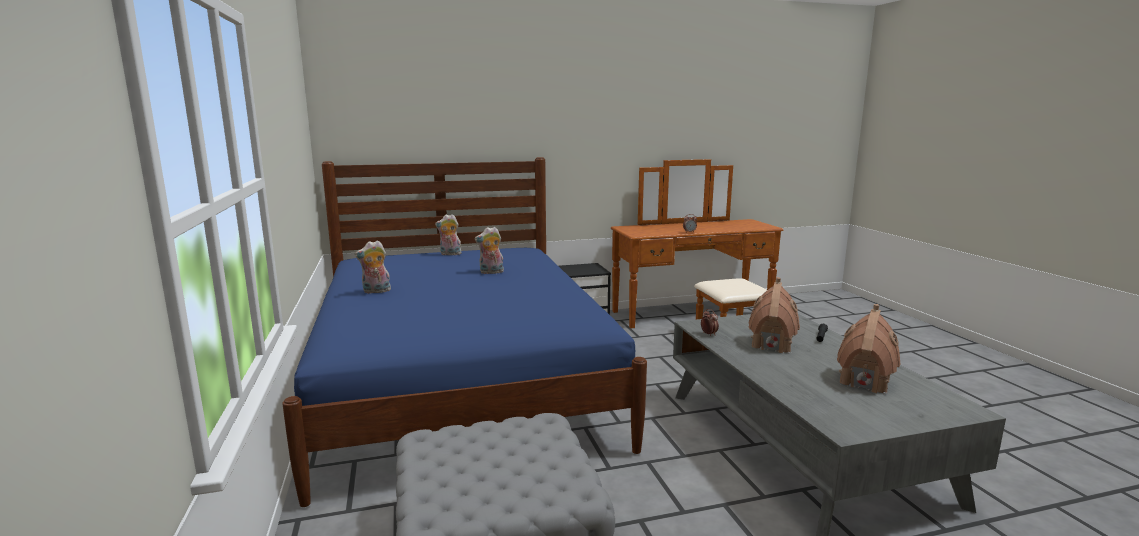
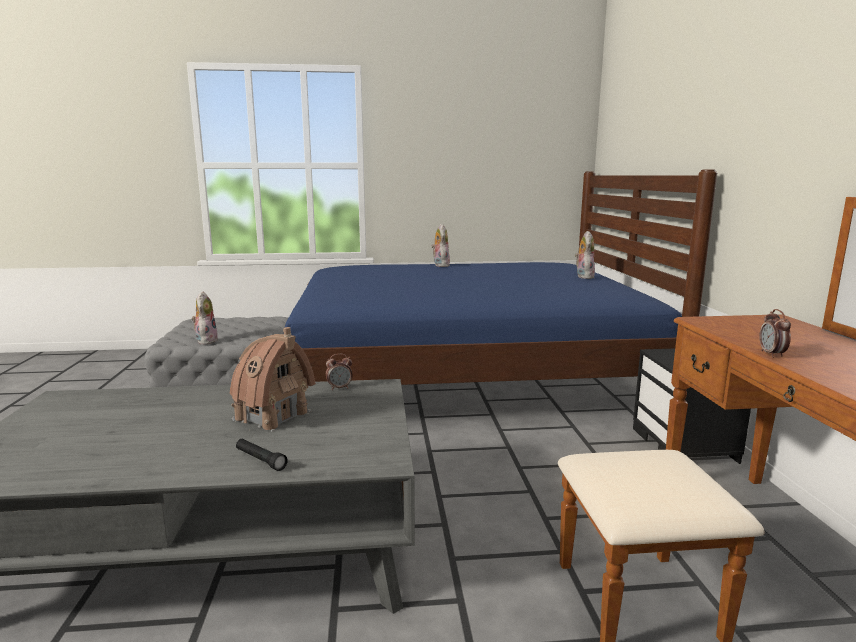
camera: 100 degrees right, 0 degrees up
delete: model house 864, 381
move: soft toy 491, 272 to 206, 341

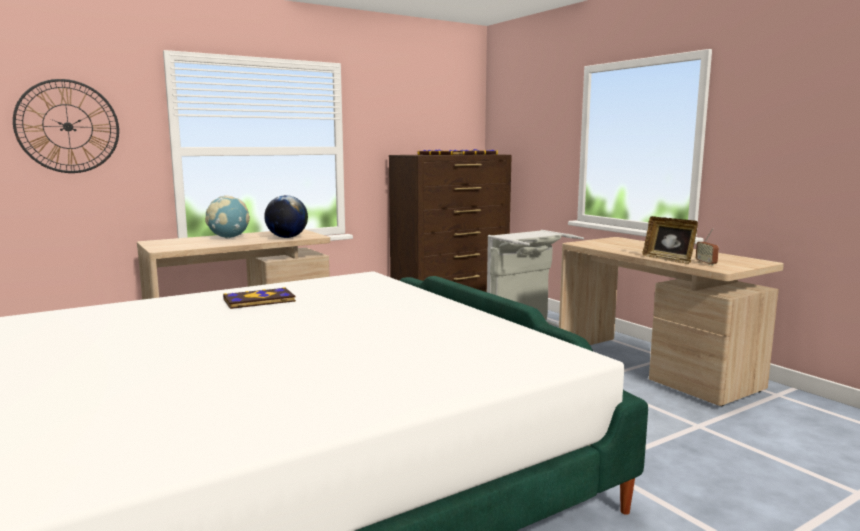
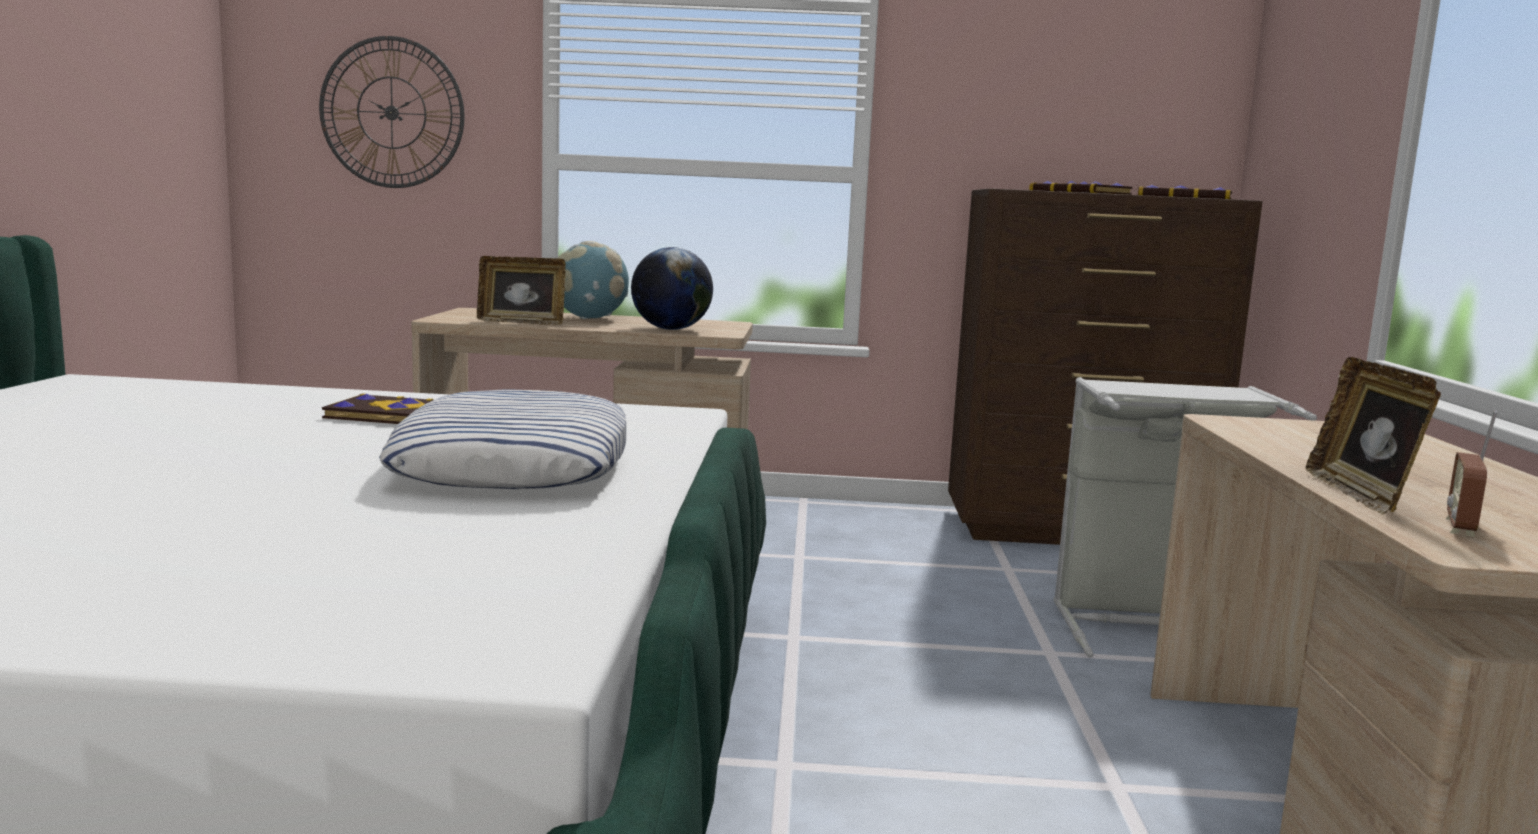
camera: 35 degrees right, 0 degrees up
insert: photo frame 521, 322; cushion 514, 462

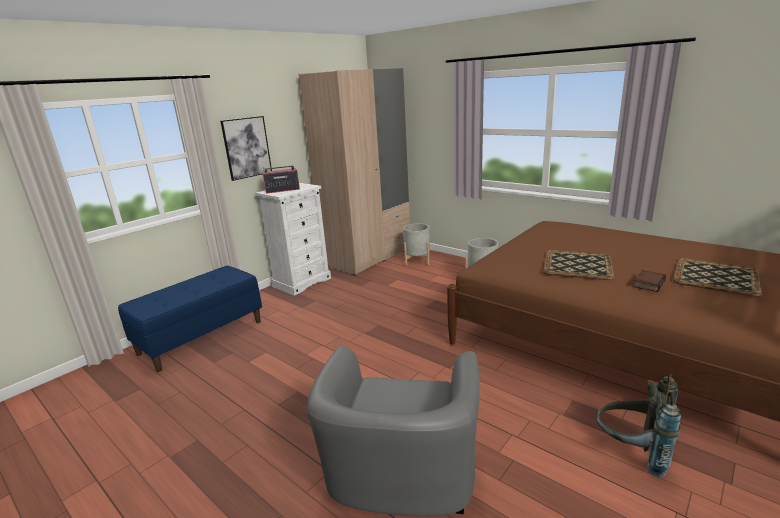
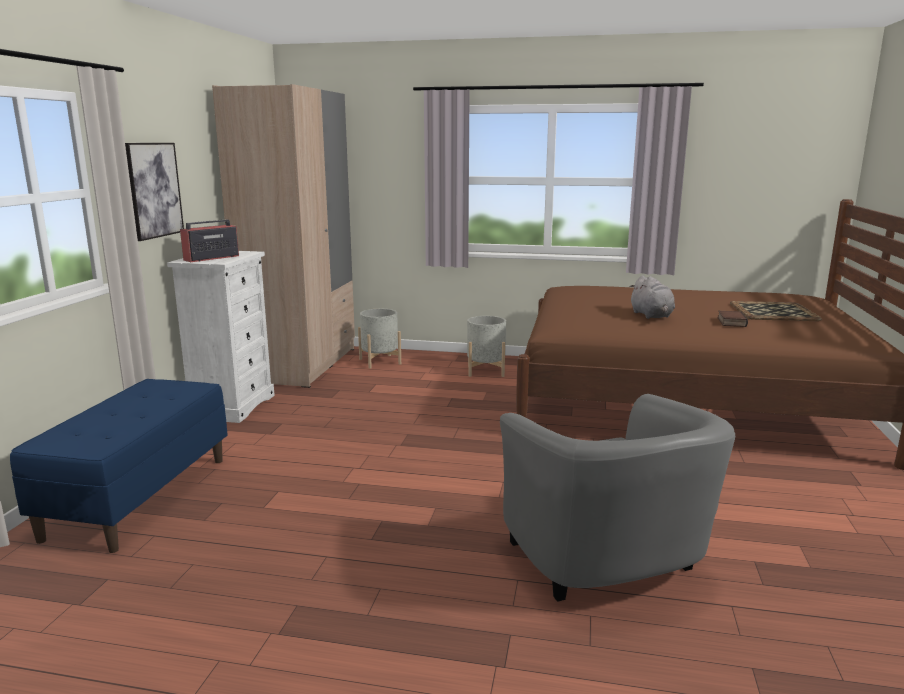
camera: 30 degrees left, 5 degrees down
delete: grey knapsack 631, 452
replace: carrying tray 578, 265 to grey soft toy 652, 316

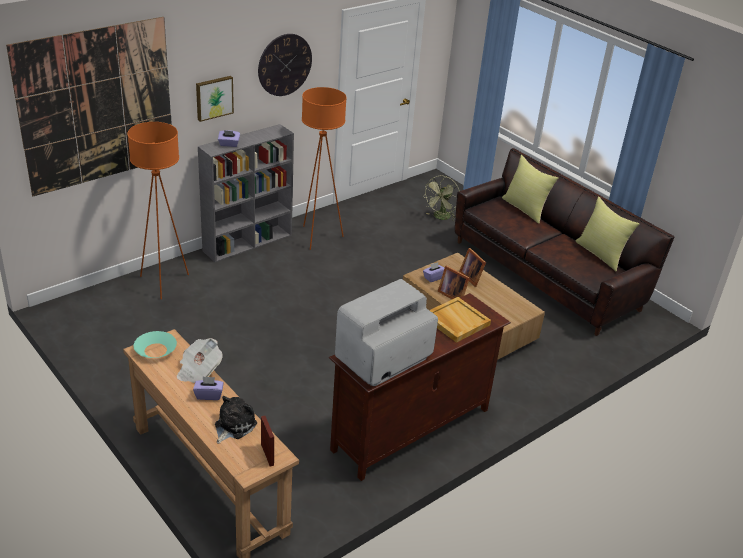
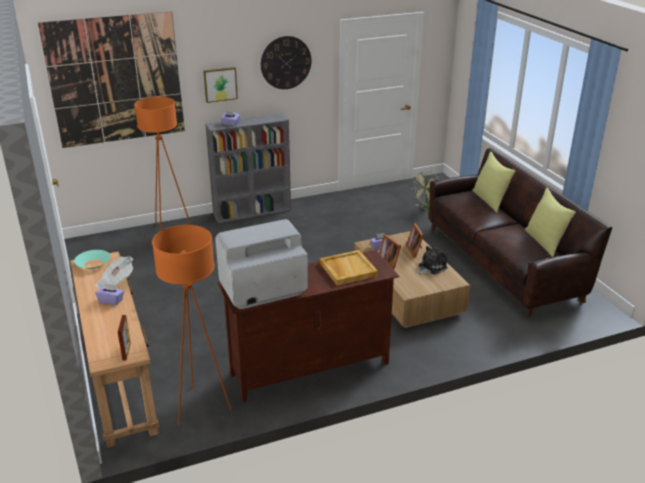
camera: 20 degrees right, 5 degrees down
move: orange-coloured floor lamp 318, 237 to 200, 406; soft toy 233, 426 to 431, 267

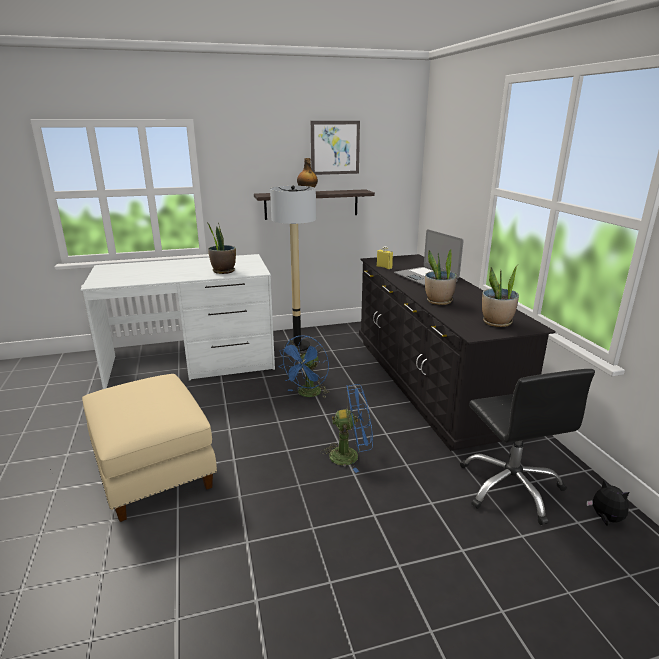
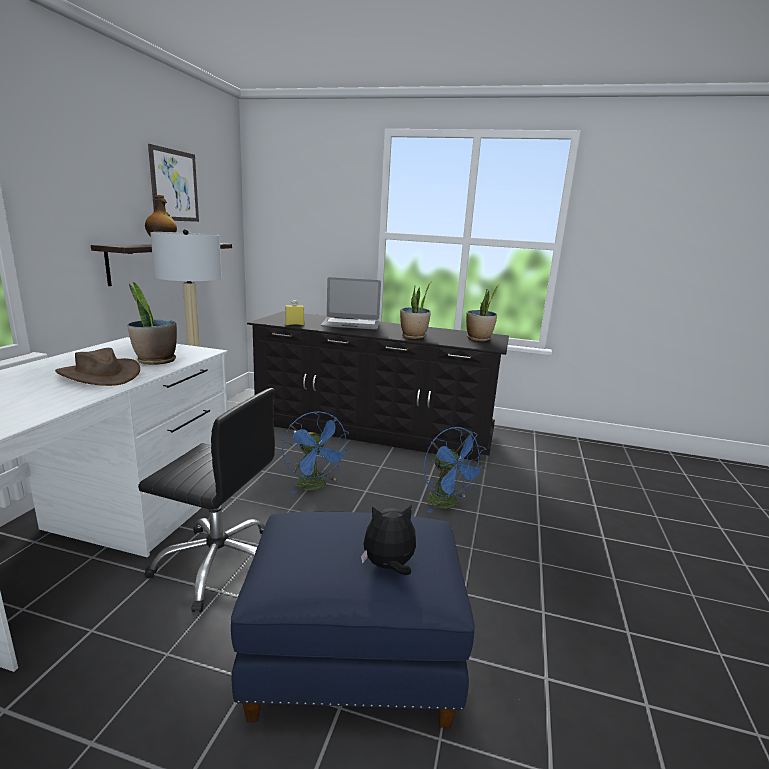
camera: 60 degrees left, 5 degrees down
insert: brownish hat 99, 375
move: blackish computer chair 511, 487 to 219, 563; soft toy 605, 519 to 388, 567
recolor: beige-coloured footrest 152, 470 to blue footrest 352, 660
rotate: blue cooling fan 350, 455 = 448, 504 120 degrees clockwise

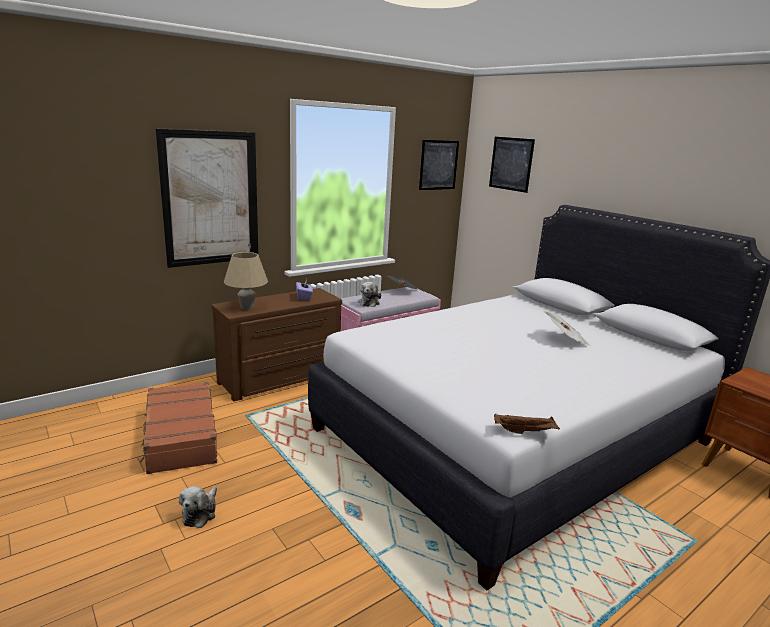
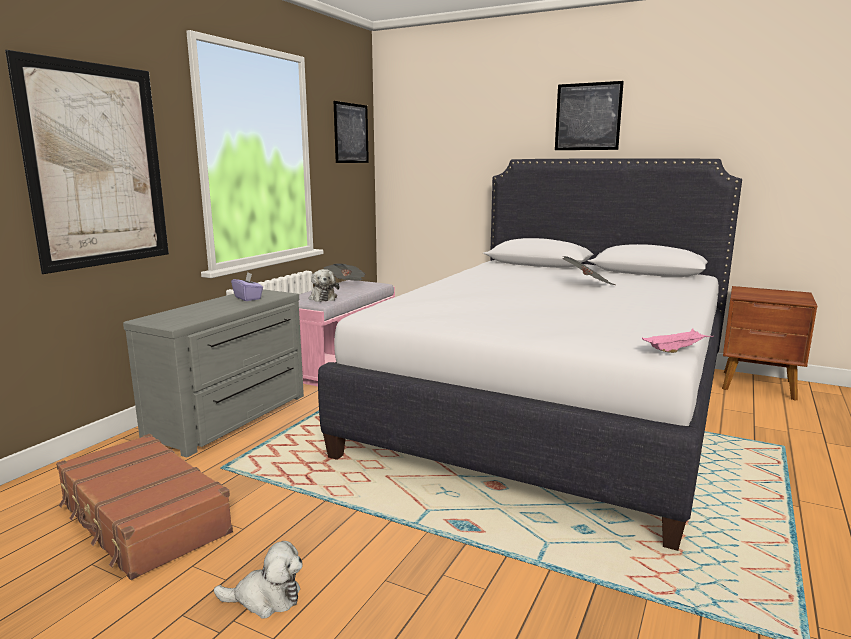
camera: 25 degrees left, 5 degrees down
delete: beige-coloured tabletop lamp 247, 307
move: picture 511, 164 to 588, 116
recolor: brownish dresser 281, 379 to grey dresser 232, 418; brownish carrying tray 525, 431 to pink carrying tray 675, 350
rotate: soft toy 200, 513 = 266, 598 75 degrees counterclockwise

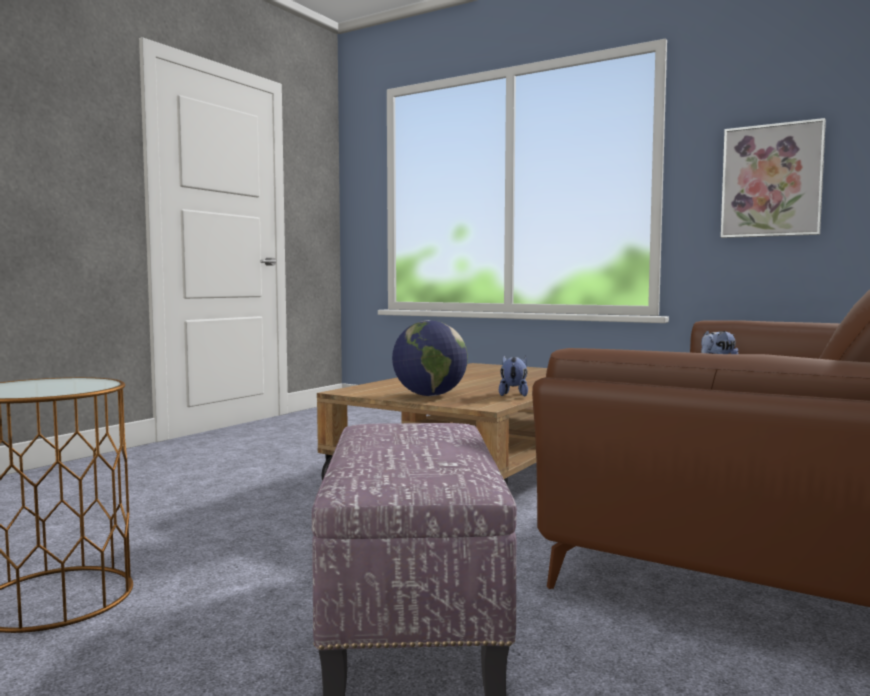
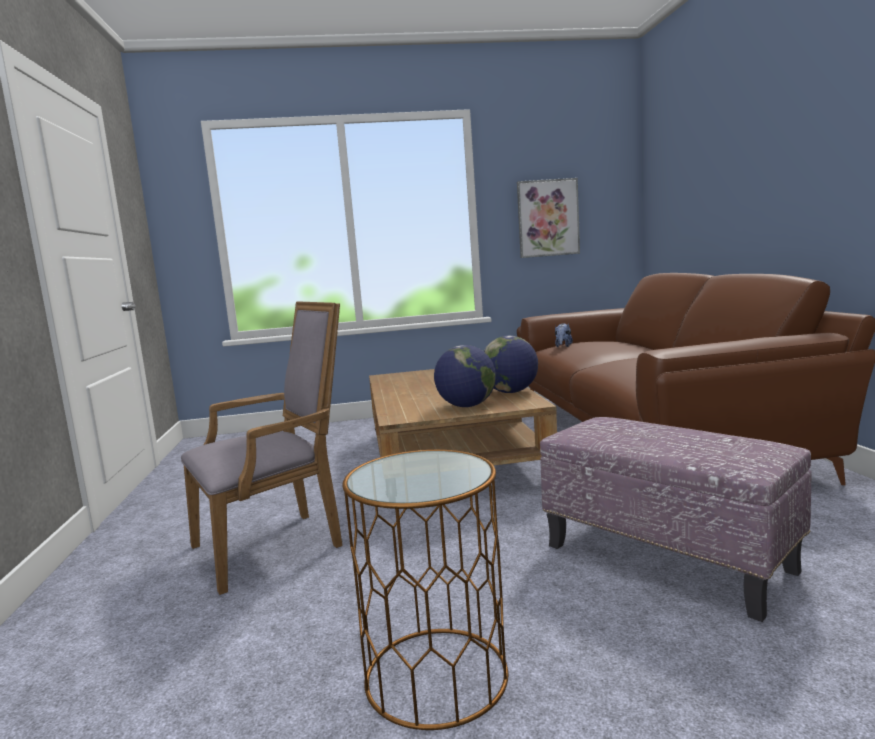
camera: 40 degrees left, 5 degrees up
insert: grey lounge chair 277, 544
replace: soft toy 513, 395 to desk globe 510, 392

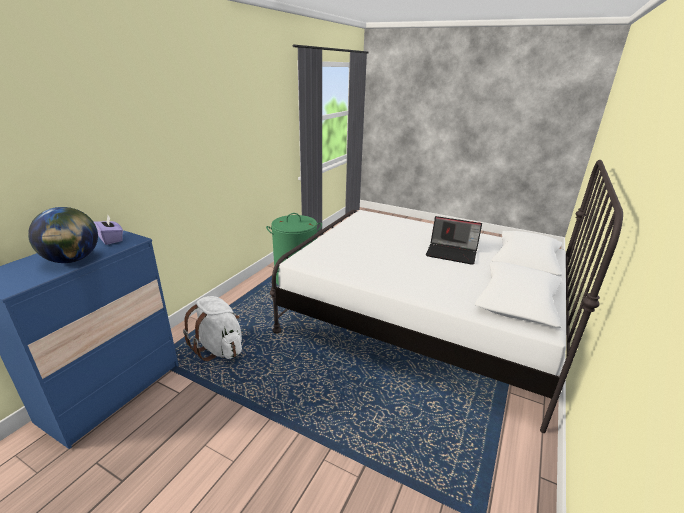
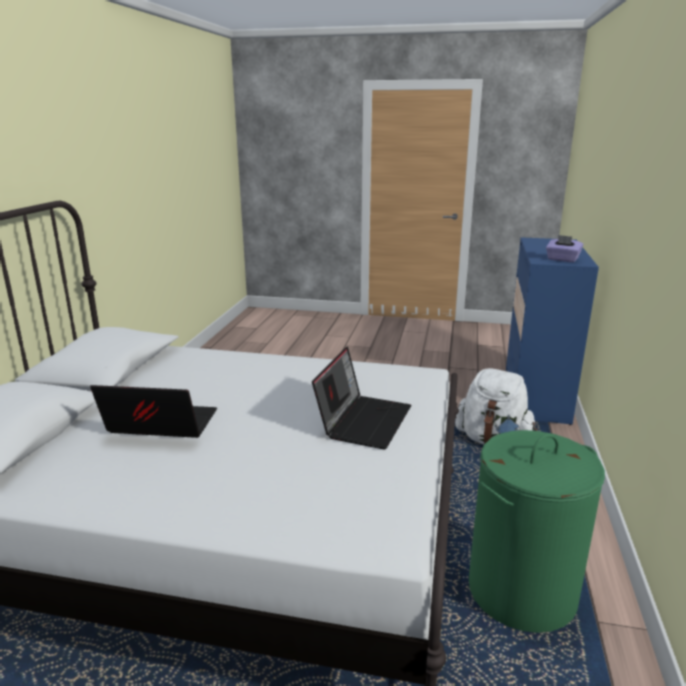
camera: 165 degrees right, 5 degrees down
delete: desk globe 73, 260
insert: portable computer 363, 420

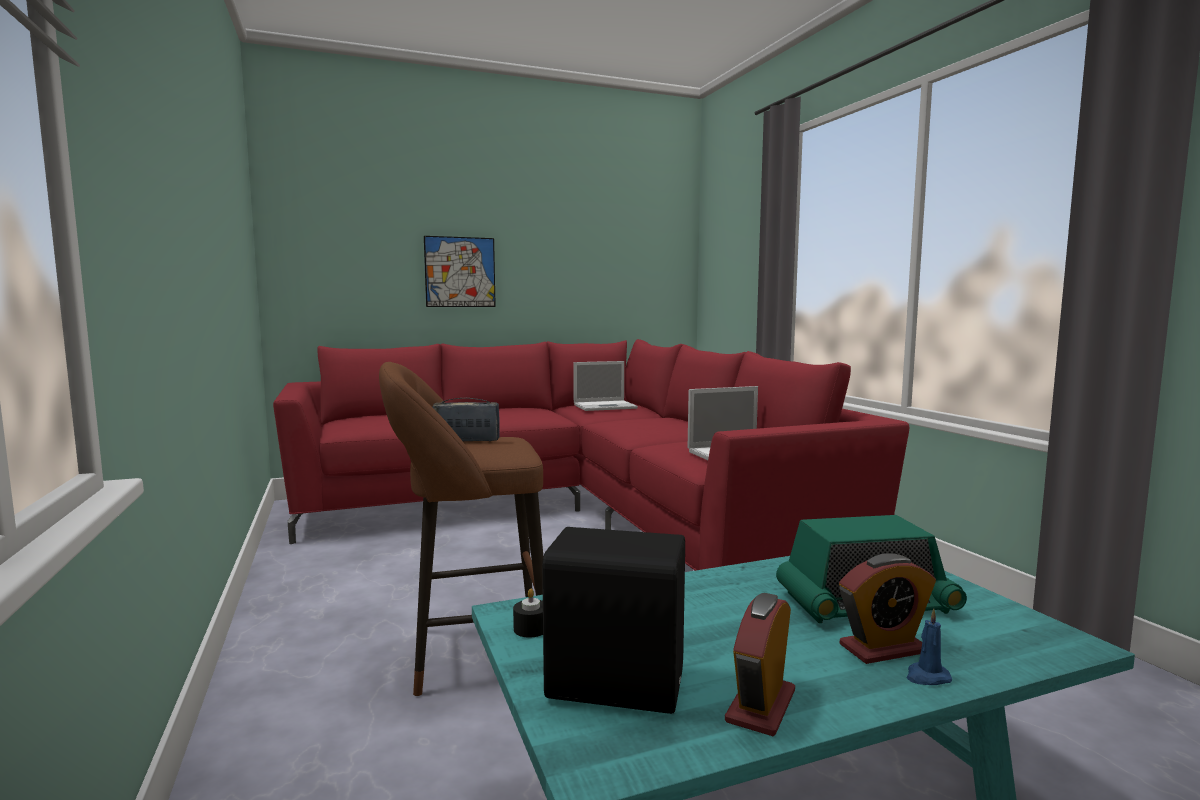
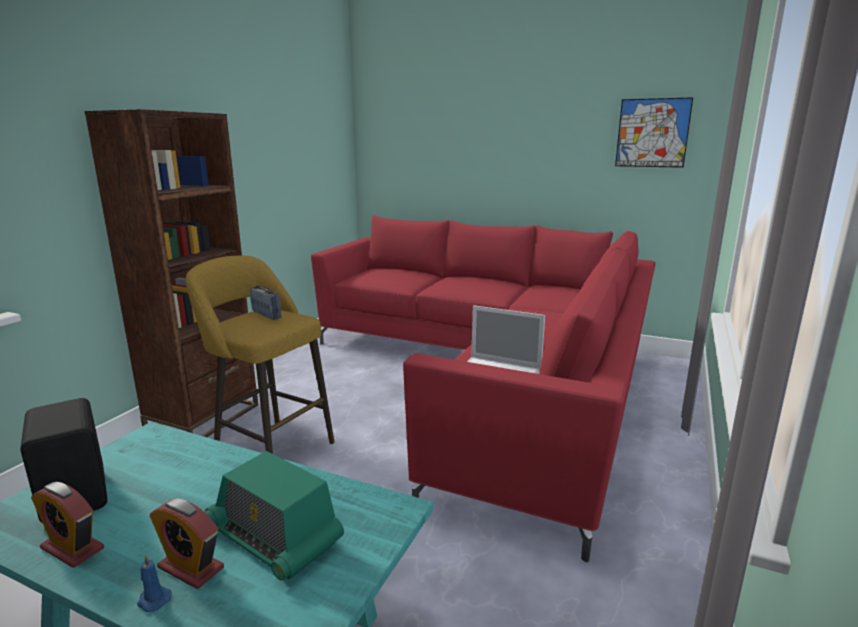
camera: 45 degrees right, 10 degrees up
delete: portable computer 606, 406; blackish wax light 531, 628
insert: brownish bookshelf 204, 418
move: picture 460, 272 to 652, 133
recolor: brownish stool seat 469, 653 to yellowish stool seat 270, 448
rotate: alarm clock 761, 706 = 72, 548 135 degrees counterclockwise

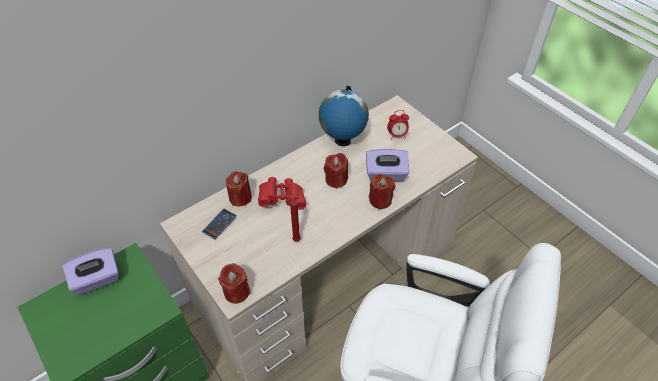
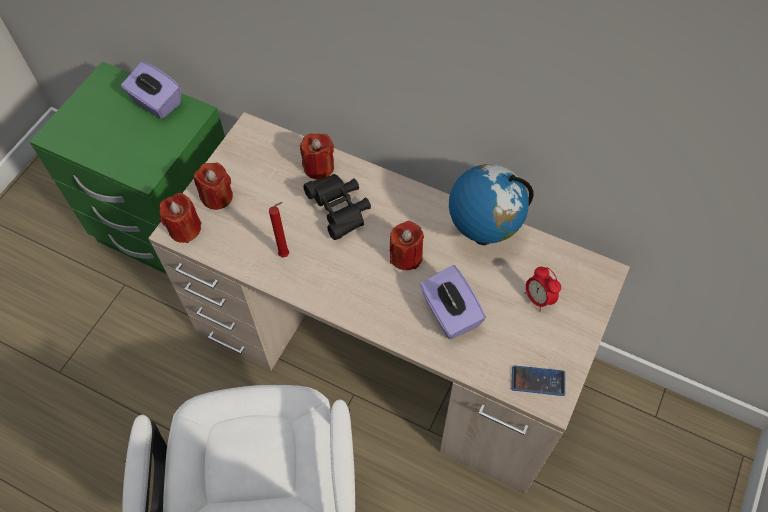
camera: 65 degrees right, 10 degrees up
move: red wax light 380, 200 to 217, 197; handset 219, 224 to 538, 381
recolor: red field glasses 282, 199 to blackish field glasses 340, 211

